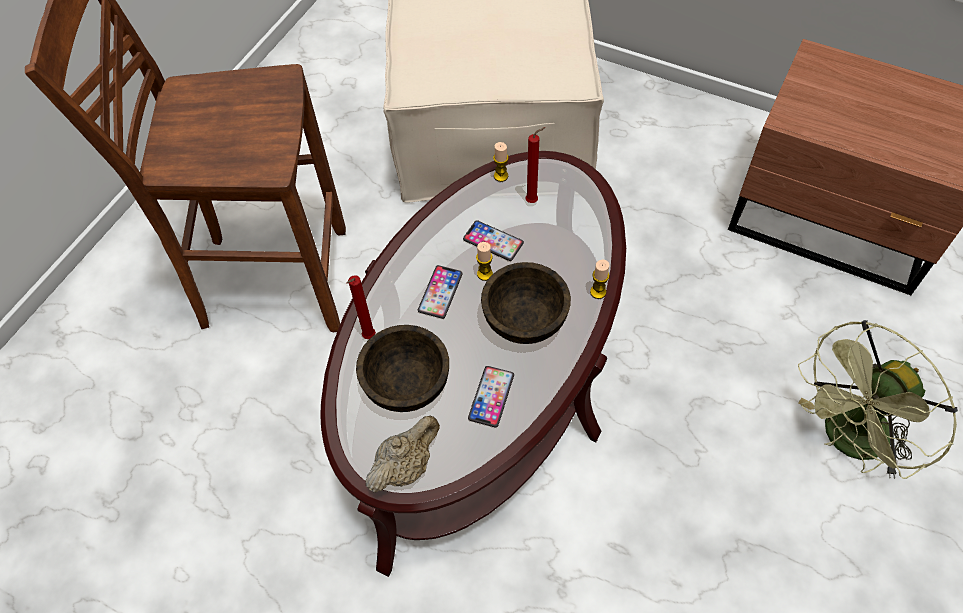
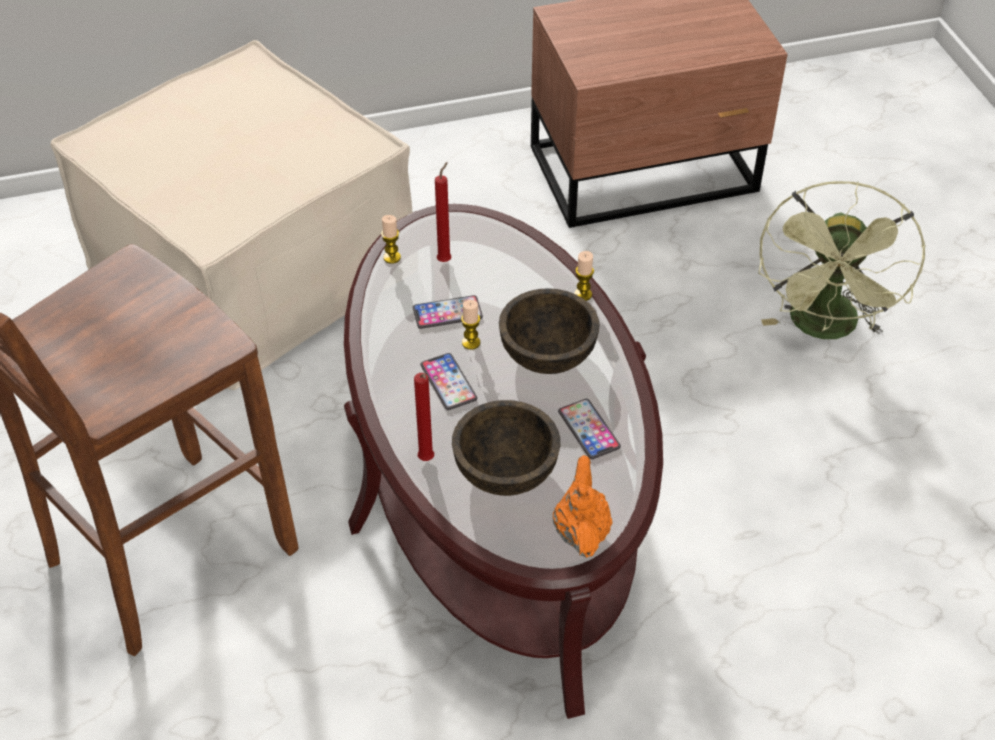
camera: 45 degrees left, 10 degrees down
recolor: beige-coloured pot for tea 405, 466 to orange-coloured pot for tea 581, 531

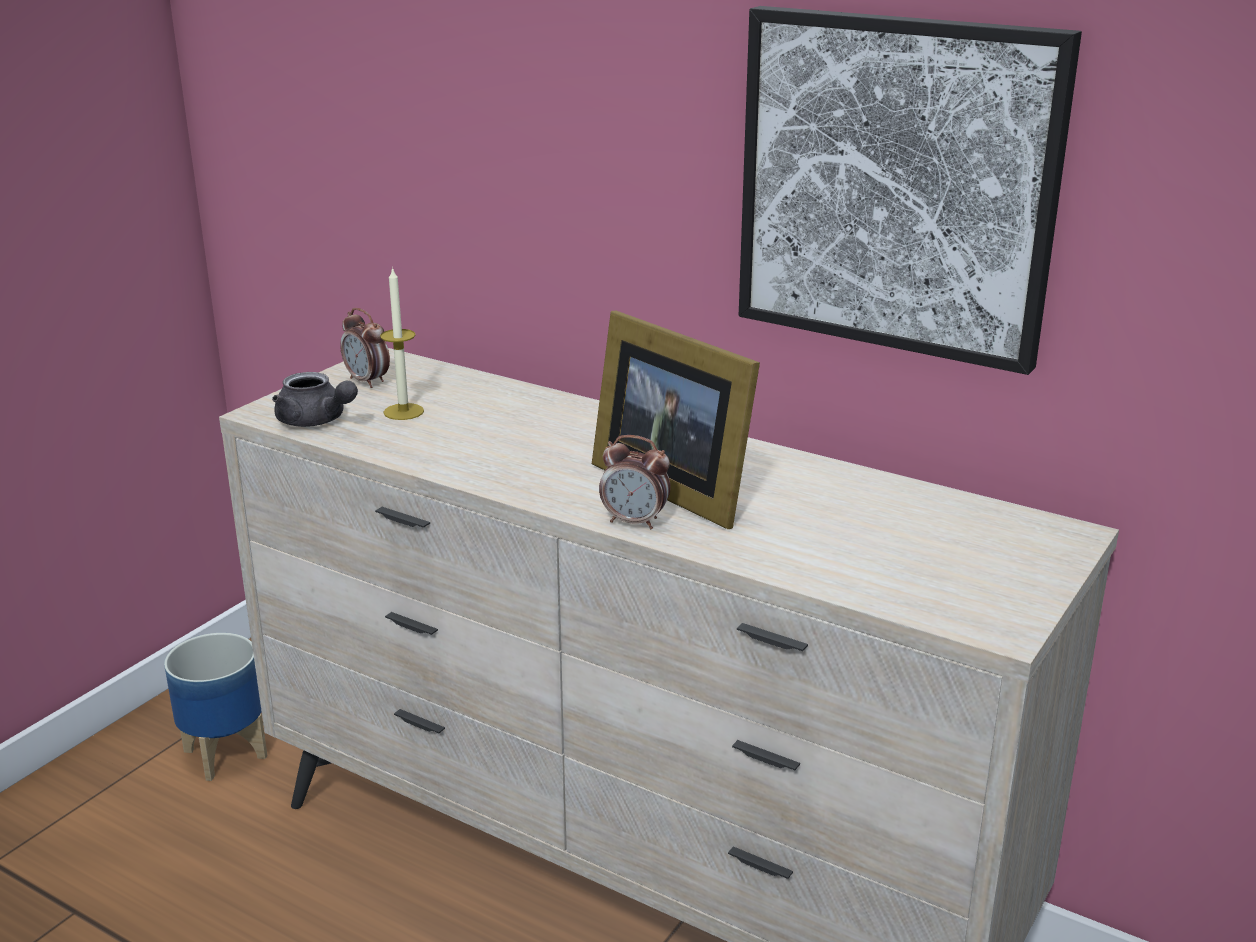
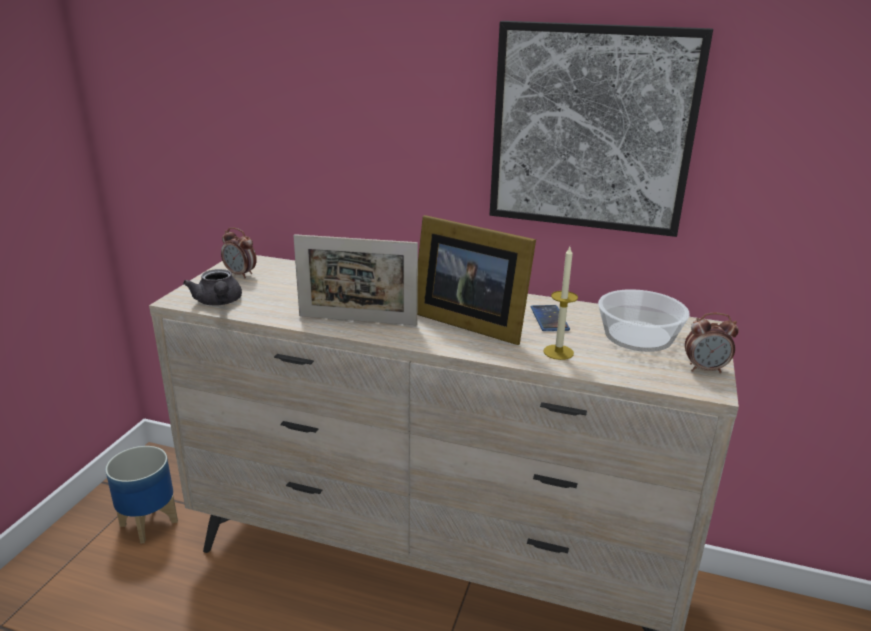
camera: 15 degrees left, 0 degrees up
insert: photo frame 357, 320; serving bowl 639, 336; handset 549, 319
move: wax light 403, 412 to 558, 352; alarm clock 635, 522 to 705, 369
rotate: grey pot for tea 316, 421 = 218, 302 45 degrees clockwise

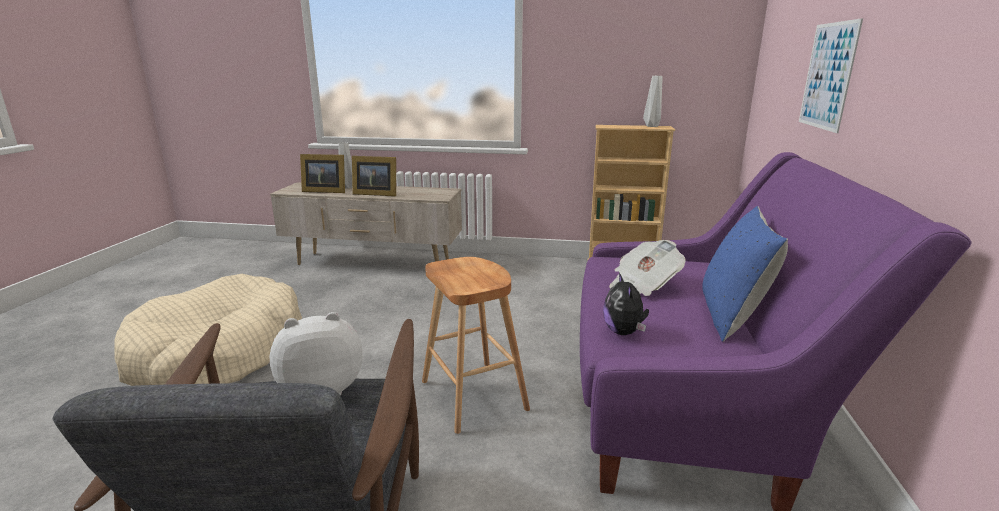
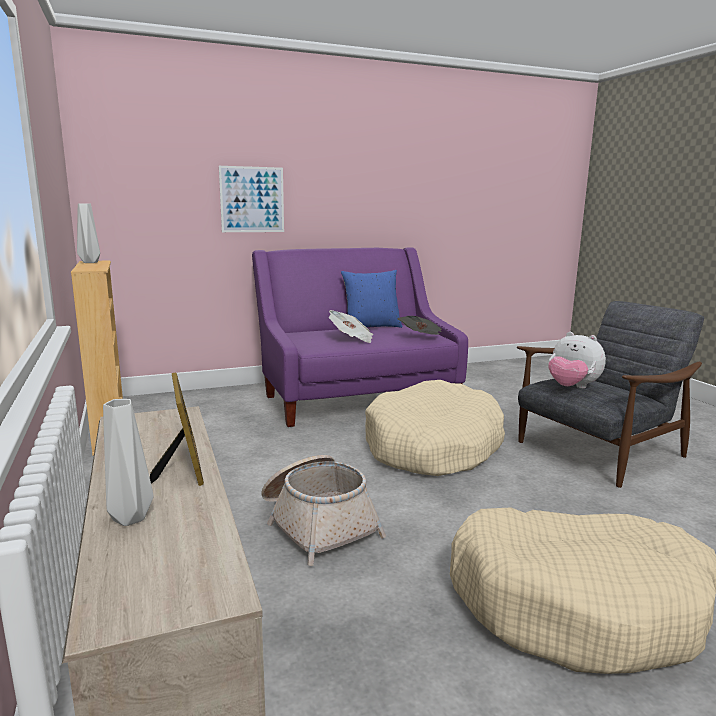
camera: 120 degrees left, 5 degrees down
delete: photo frame 324, 191
insert: basket 317, 523
replace: brownish stool seat 473, 395 to beige-coloured dog cushion 432, 447; soft toy 624, 332 to daily paper 421, 338

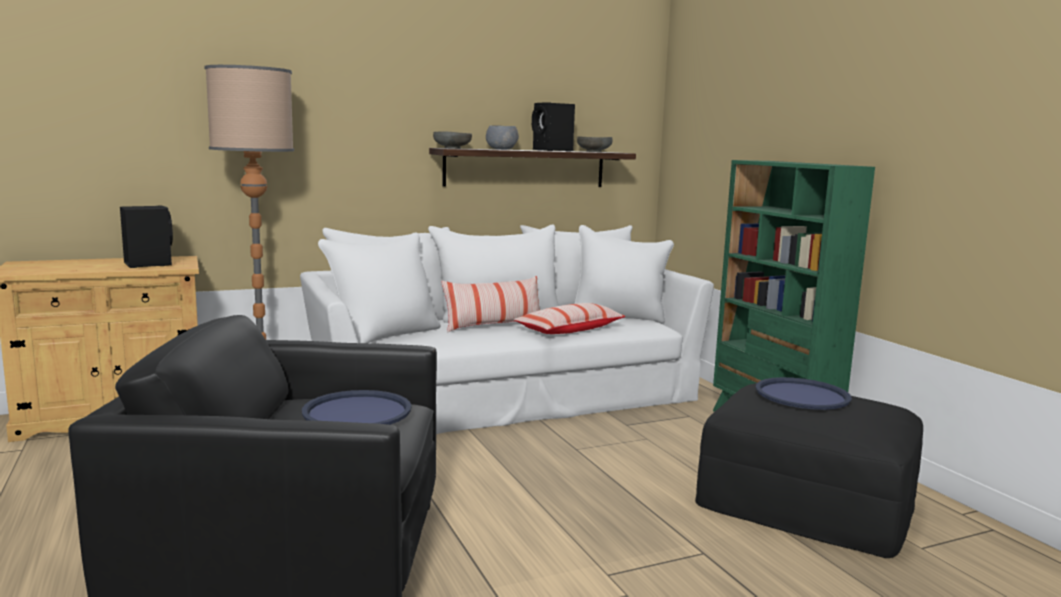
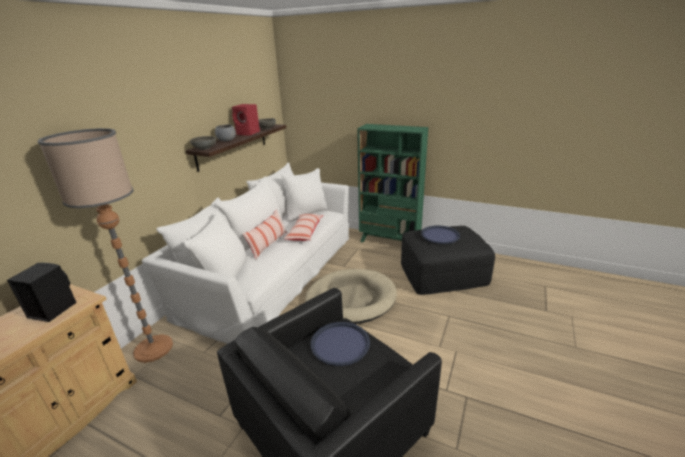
camera: 40 degrees left, 15 degrees up
insert: beige-coloured dog cushion 351, 299
recolor: blackish speaker 552, 150 to red speaker 248, 133

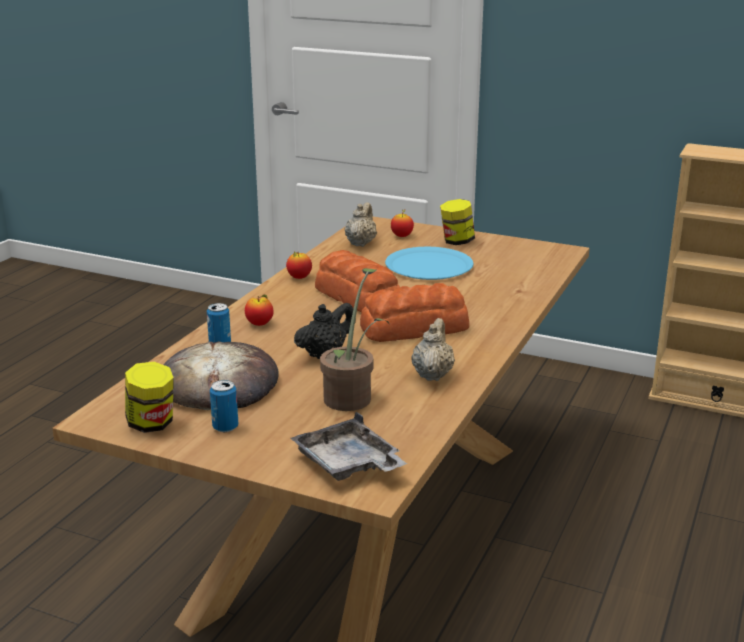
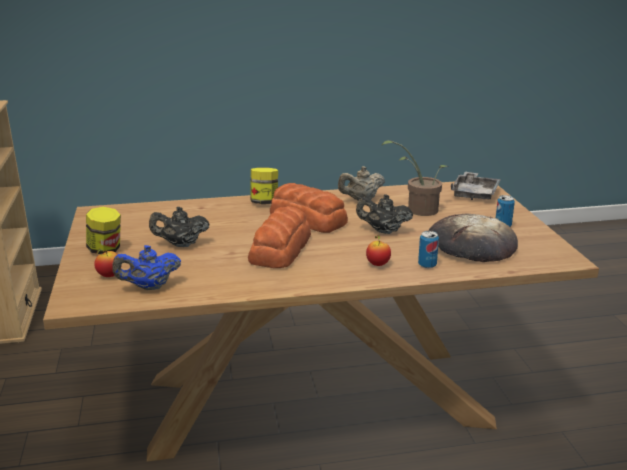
camera: 125 degrees left, 0 degrees up
delete: apple 299, 278
move: storage jar 152, 424 to 264, 202
replace: blue plate 429, 265 to blackish pot for tea 181, 244
recolor: beige-coloured pot for tea 361, 243 to blue pot for tea 149, 287

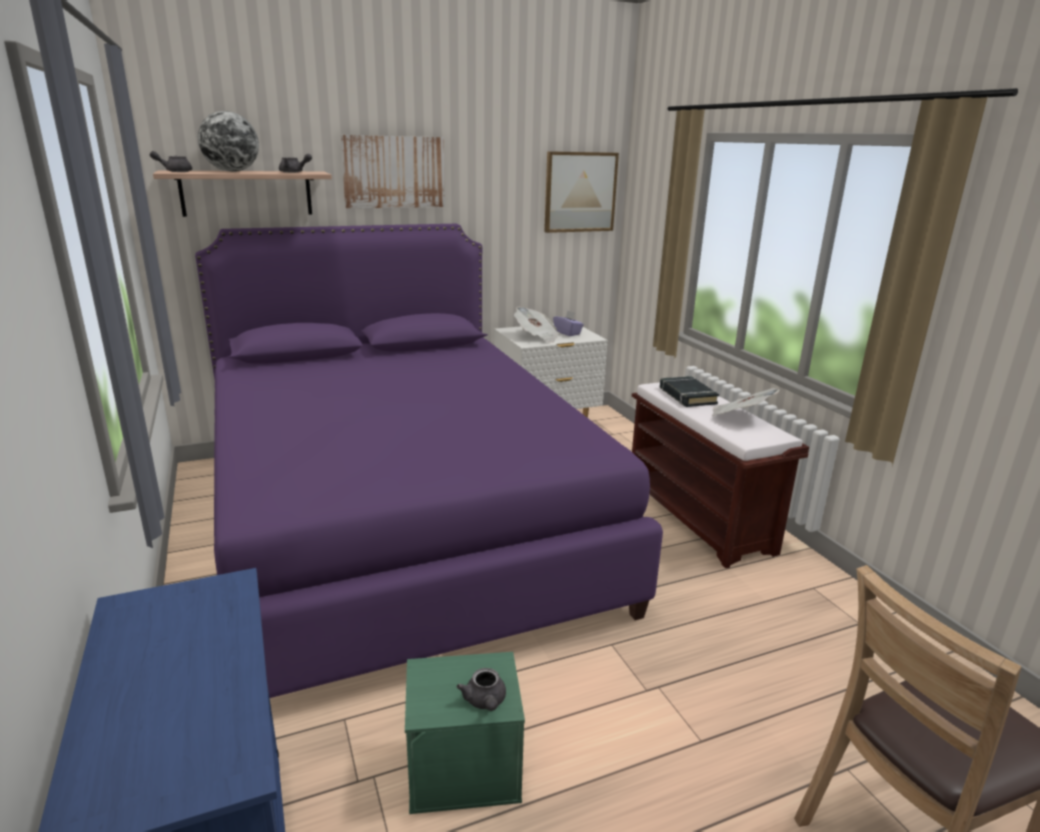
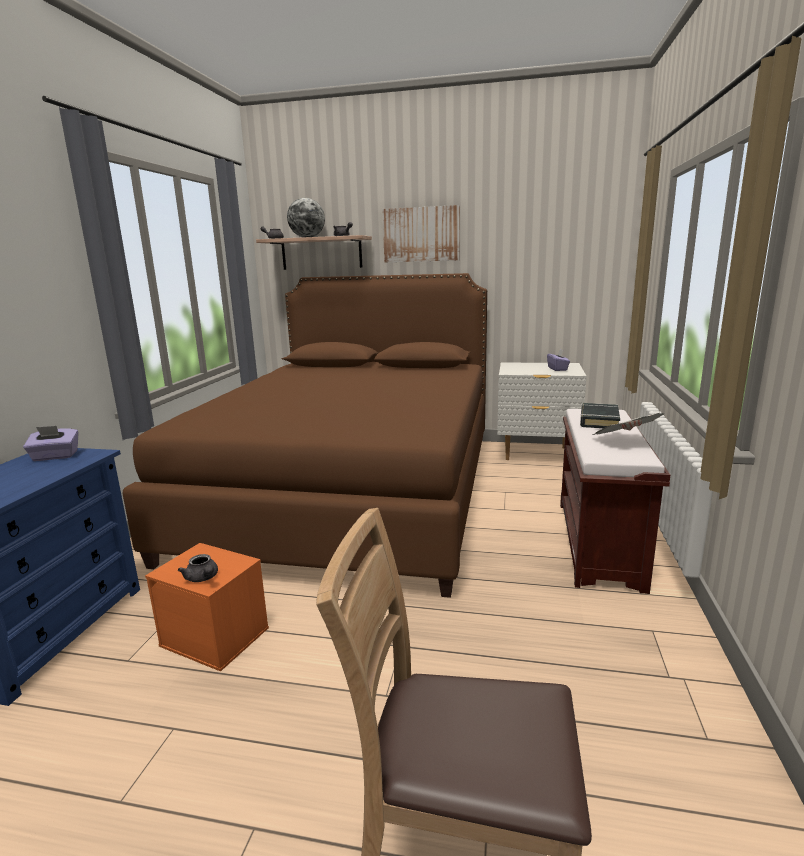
camera: 35 degrees right, 5 degrees down
delete: picture 580, 192; daily paper 537, 337
insert: purple tissue holder 55, 456
recolor: purple bed 399, 523 to brownish bed 353, 490; green storage container 465, 767 to orange-coloured storage container 216, 636
rotate: grey pot for tea 485, 702 = 203, 578 60 degrees counterclockwise

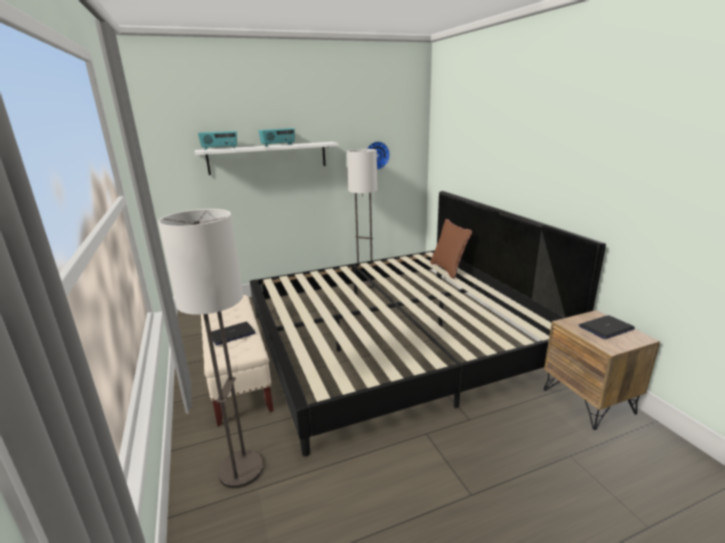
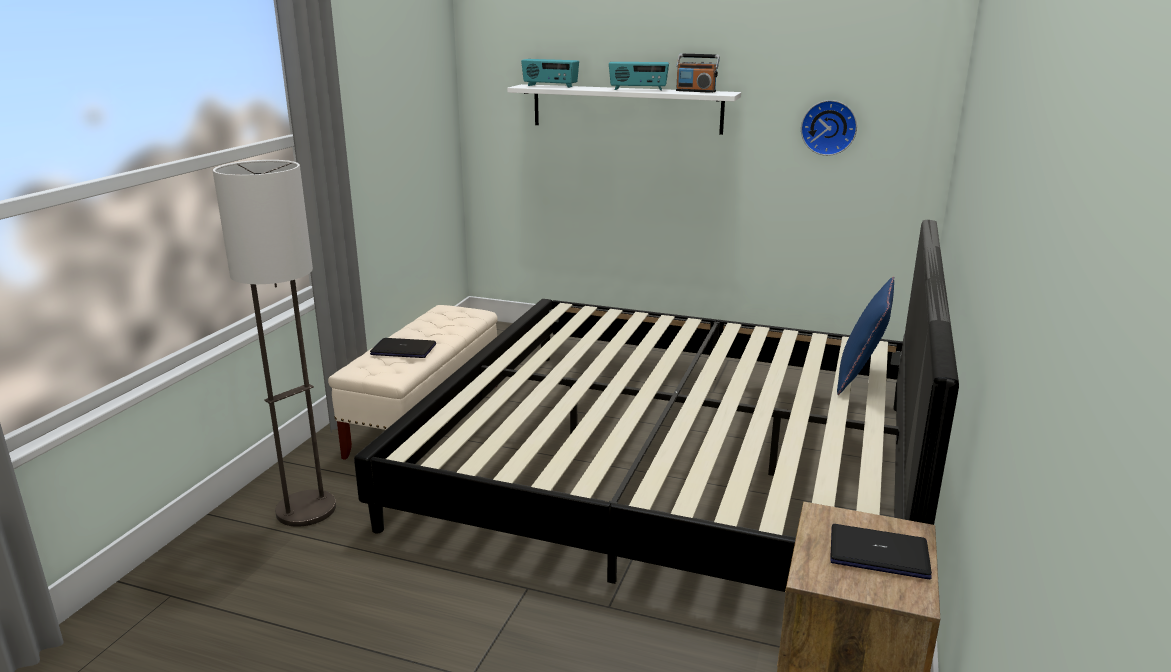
camera: 40 degrees right, 0 degrees up
delete: floor lamp 365, 284
insert: radio receiver 696, 91
recolor: brownish cushion 448, 269 to blue cushion 860, 379

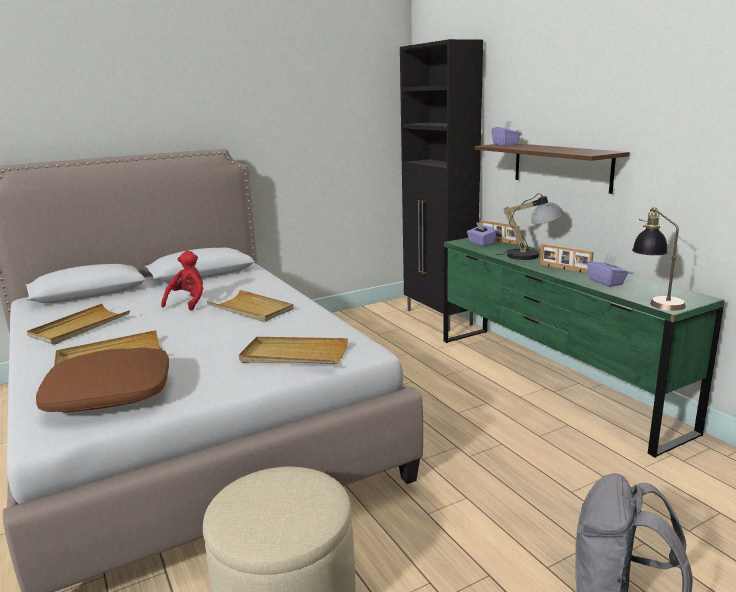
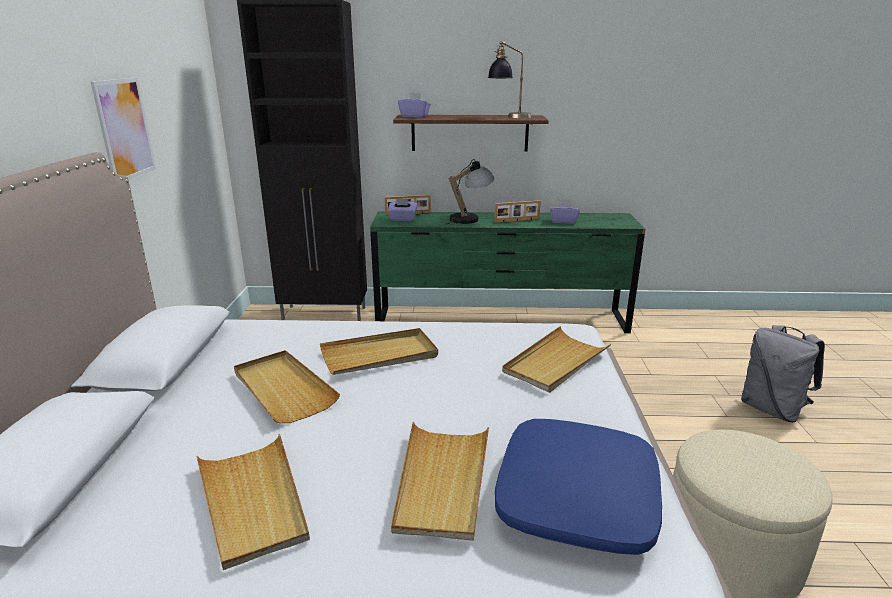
camera: 60 degrees left, 5 degrees up
insert: picture 125, 129
move: tabletop lamp 655, 301 to 508, 116
replace: red soft toy 188, 302 to beige-coloured carrying tray 283, 389
recolor: brownish cushion 110, 393 to blue cushion 575, 497

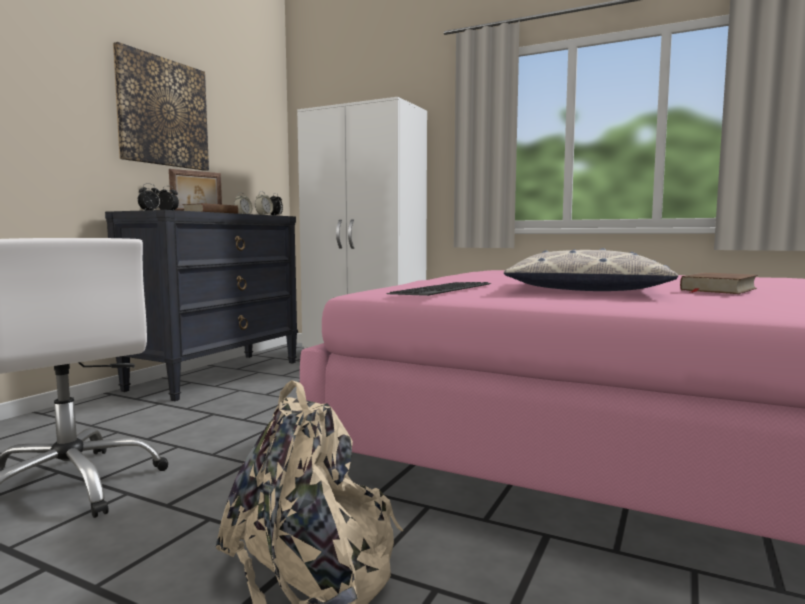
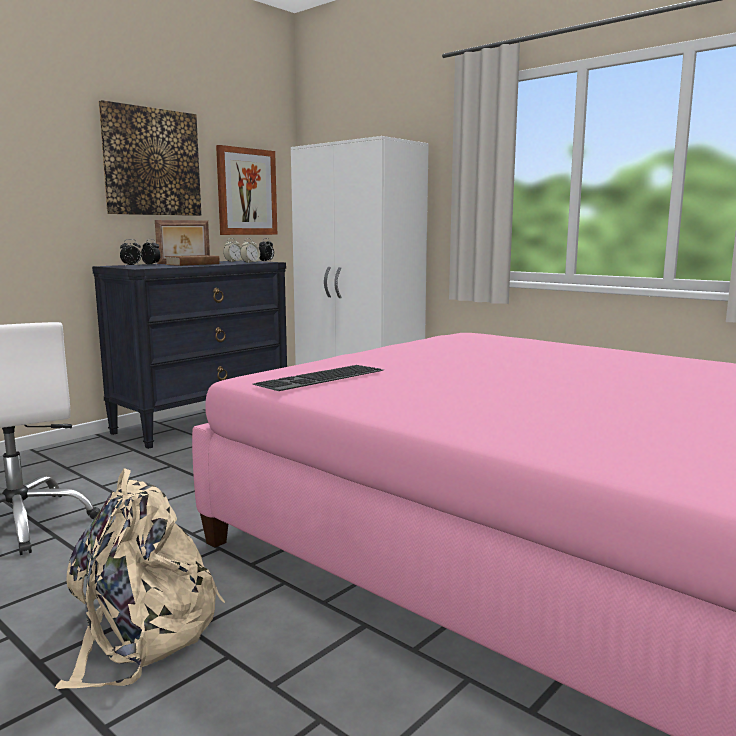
camera: 15 degrees right, 5 degrees up
delete: cushion 587, 289; brownish volume 718, 289
insert: picture 246, 192

